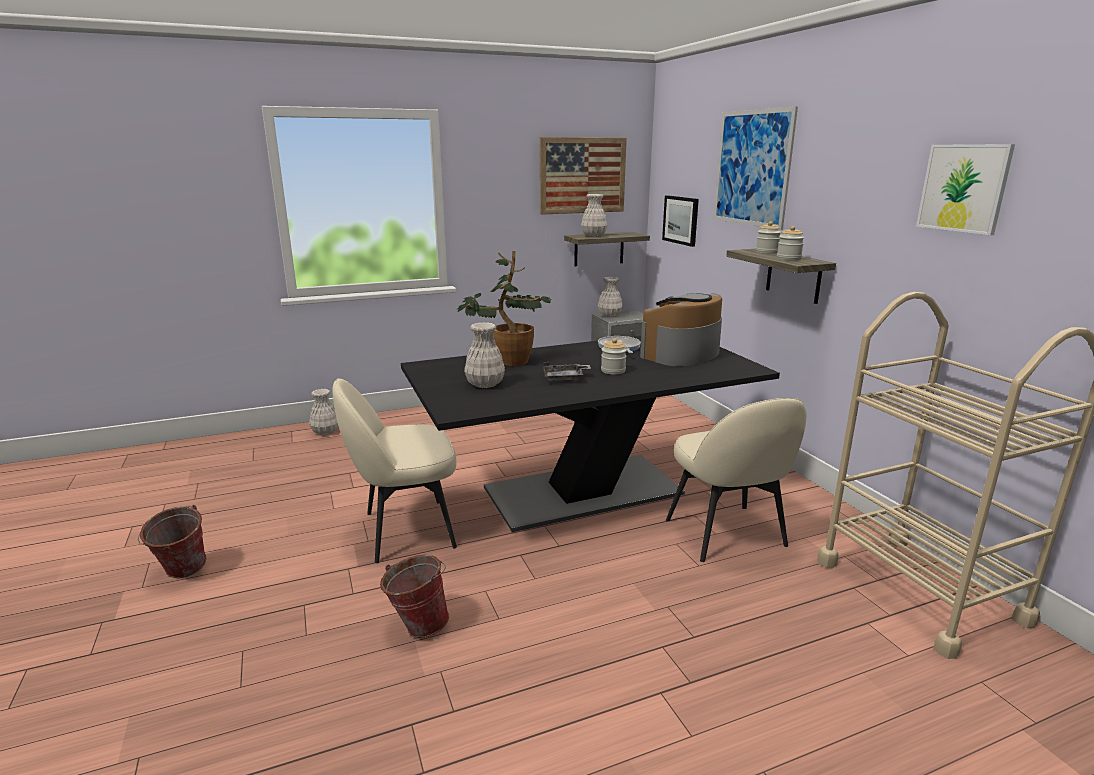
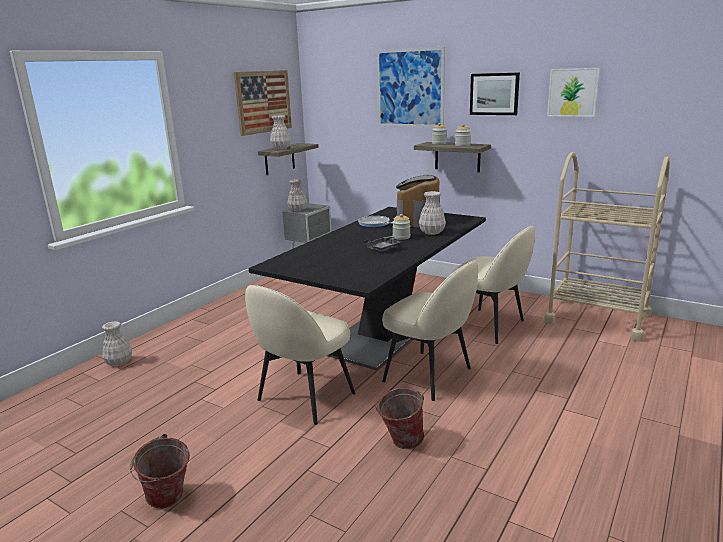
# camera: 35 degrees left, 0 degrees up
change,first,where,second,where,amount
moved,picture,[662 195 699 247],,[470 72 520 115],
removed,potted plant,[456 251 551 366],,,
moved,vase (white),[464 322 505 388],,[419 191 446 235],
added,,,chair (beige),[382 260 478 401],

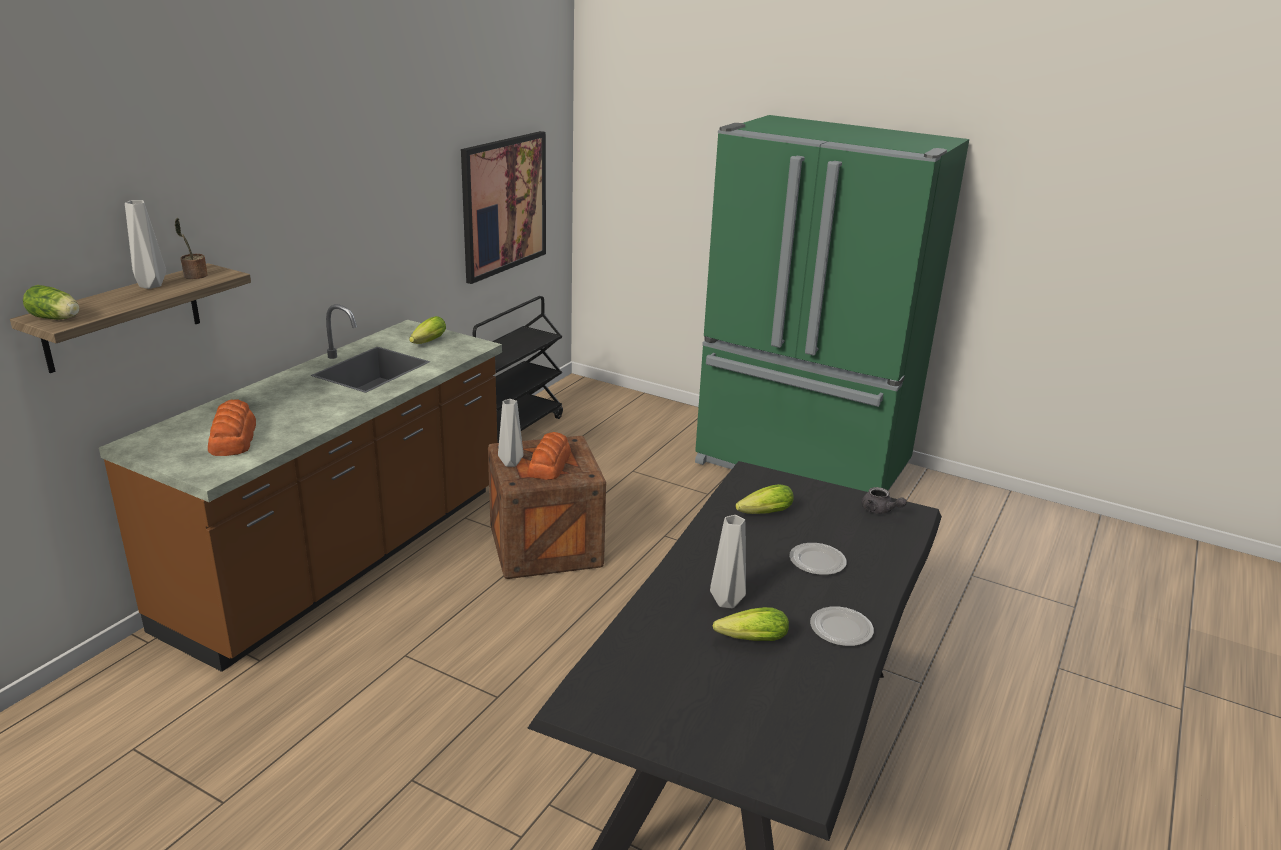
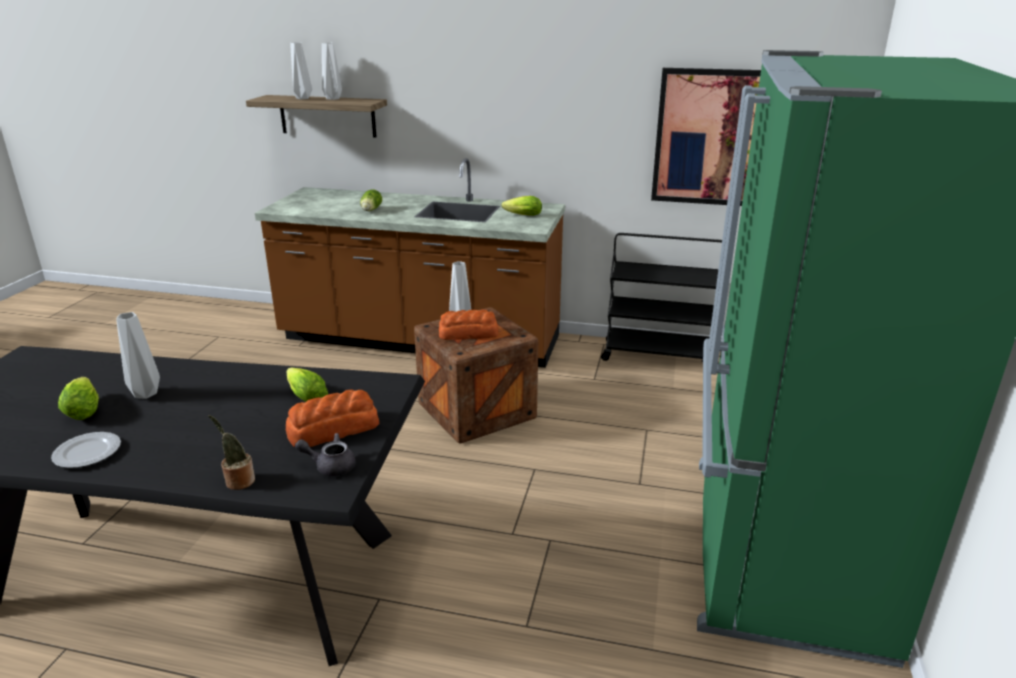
# camera: 75 degrees right, 0 degrees up
change,first,where,second,where,amount
moved,potted plant,[175 218 208 279],,[208 415 255 490],
moved,lettuce,[23 285 79 320],,[360 189 382 211],
moved,bread,[208 400 256 456],,[286 389 379 447],
turned,teapot (grey),[862 487 907 514],,[295 433 356 476],60 degrees clockwise
removed,plate,[789 543 847 575],,,
added,,,vase (grey),[290 42 312 99],

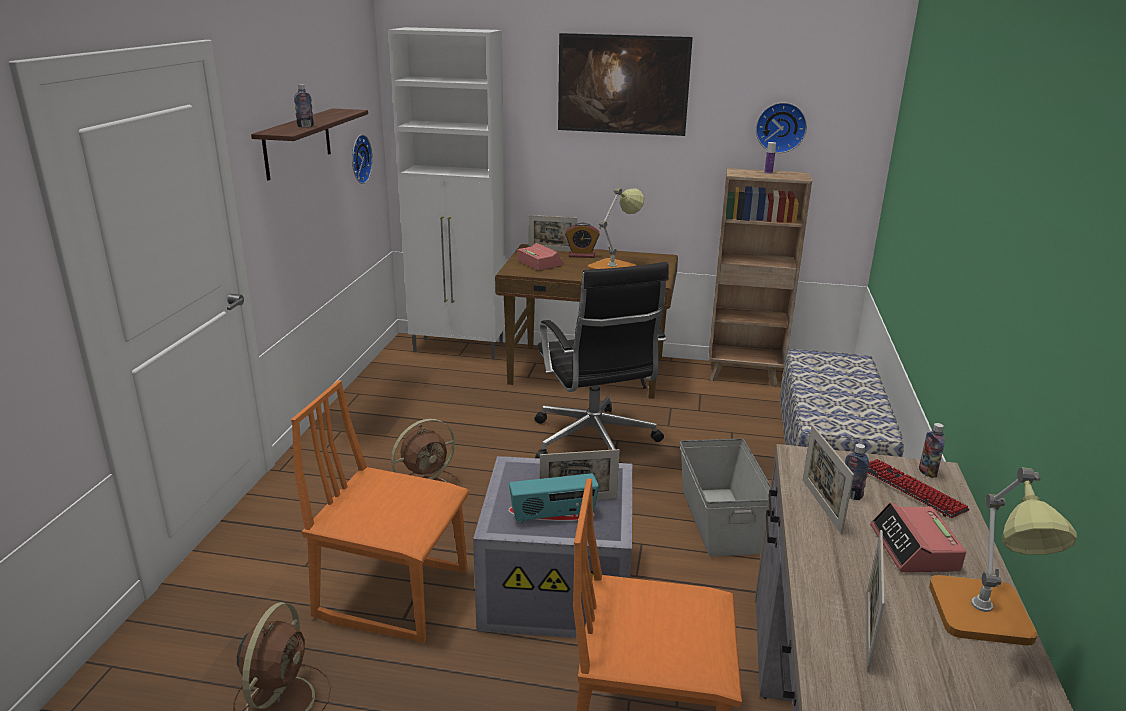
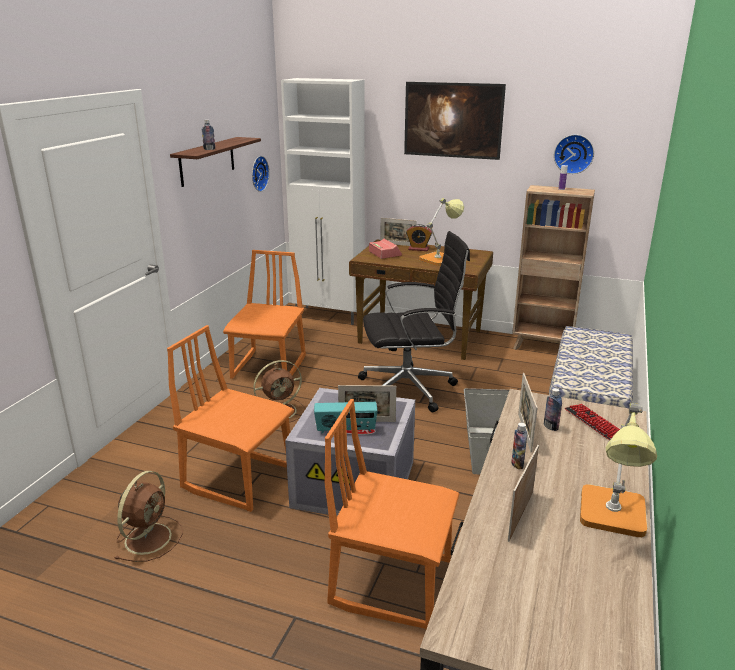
# camera: 10 degrees right, 0 degrees up
change,first,where,second,where,amount
turned,office chair (black),[535 262 669 463],,[358 231 470 412],90 degrees counterclockwise
moved,bottle,[919 423 945 478],,[511 423 527 469],
removed,alarm clock,[870 502 966 572],,,
added,,,chair (orange),[223 250 306 379],

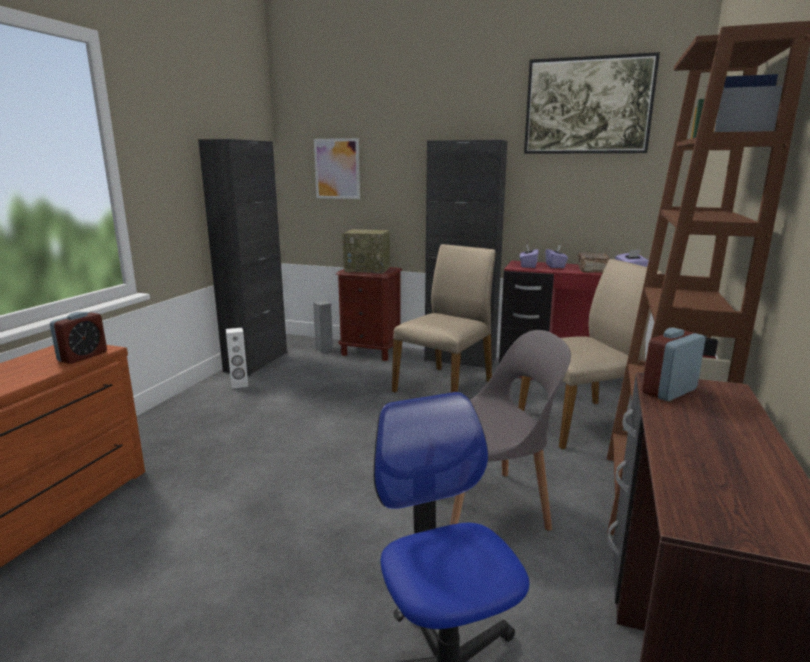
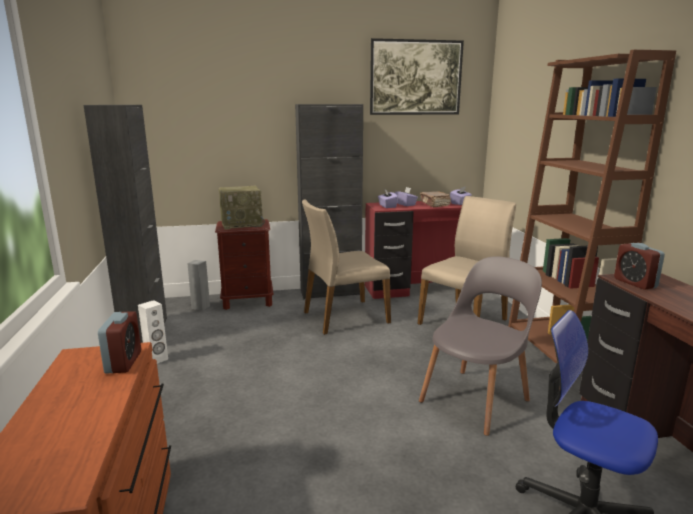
# camera: 30 degrees left, 0 degrees up
change,first,where,second,where,amount
removed,picture,[314 138 360 199],,,
turned,chair (beige),[392 244 496 392],,[302 199 391 335],120 degrees counterclockwise
turned,alarm clock,[642 328 706 401],,[614 243 665 290],45 degrees counterclockwise

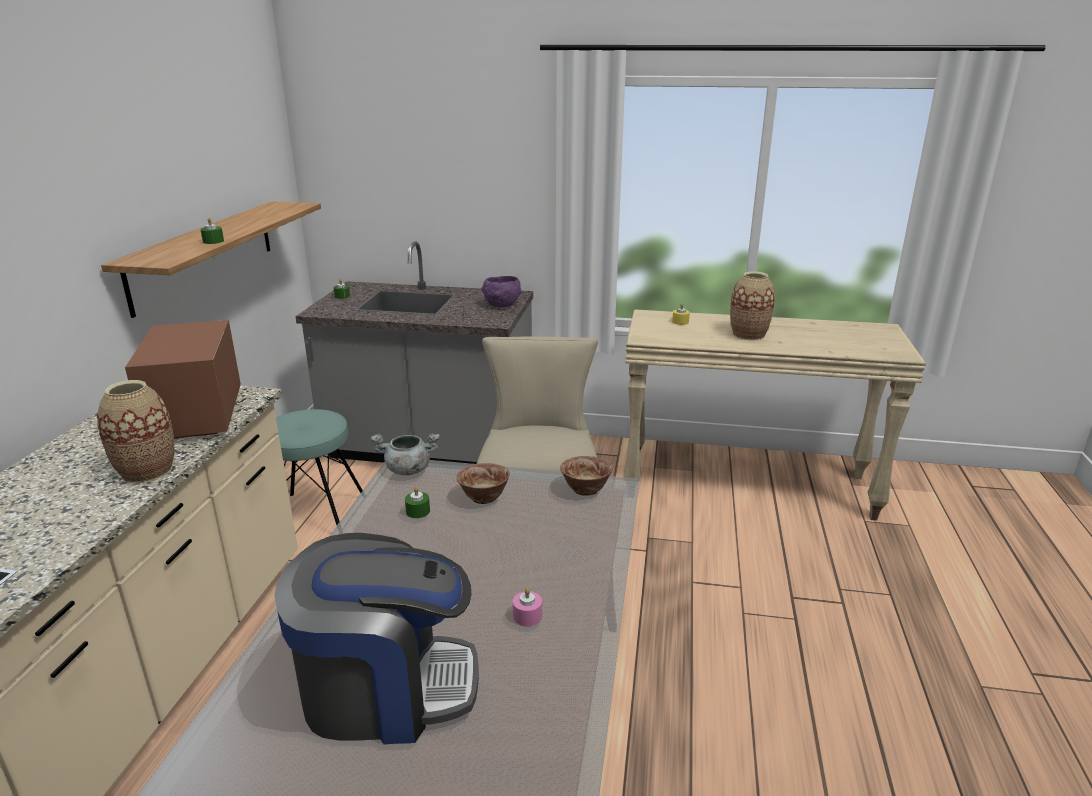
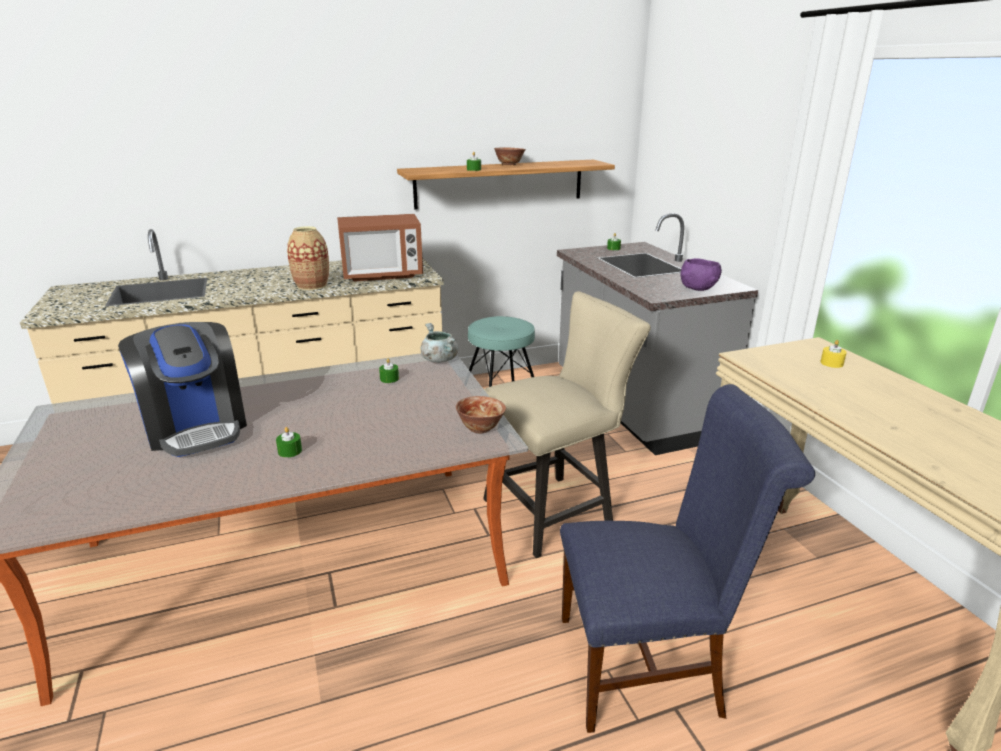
# camera: 60 degrees right, 0 degrees up
change,first,where,second,where,amount
removed,vase,[730 271 775 340],,,
turned,microwave,[125 320 241 438],,[337 214 423 282],150 degrees counterclockwise
moved,bowl,[456 463 509 504],,[494 147 526 165],
recoloured,candle (pink),[513 588 542 626],candle (green),[276 427 302 457],
added,,,chair (blue),[560 384 815 733],

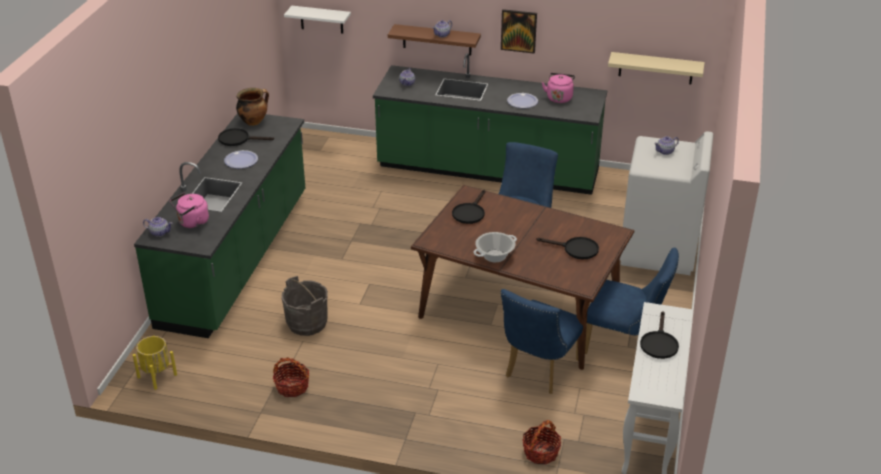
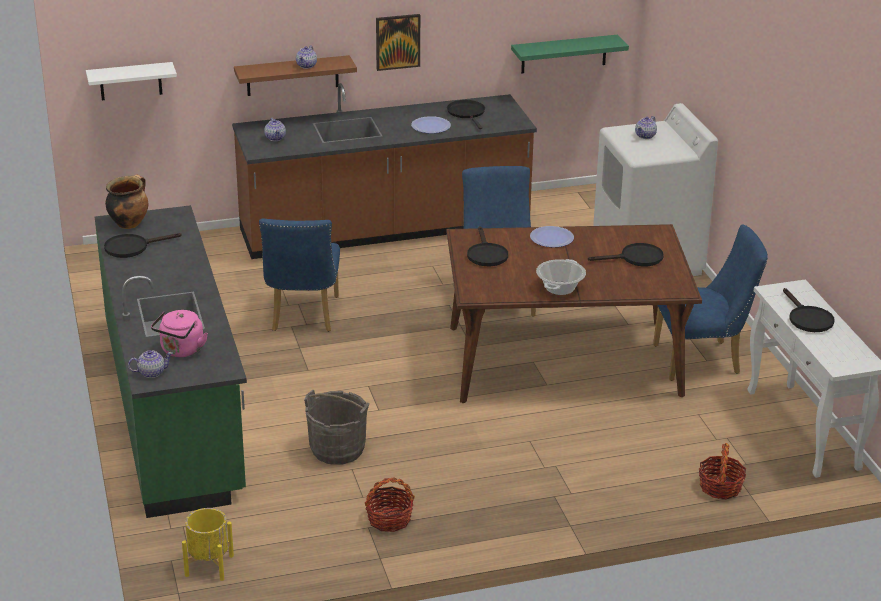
# camera: 30 degrees left, 5 degrees down
change,first,where,second,where,amount
recoloured,shelf (beige),[608 52 705 84],shelf (green),[511 35 629 73],
recoloured,counter (green),[373 53 607 195],counter (brown),[232 83 537 259],
replaced,kettle (pink),[542 73 575 103],frying pan (black),[447 100 485 129],
moved,plate,[224 150 258 168],,[530 226 574 247],
moved,chair (blue),[501 289 583 394],,[259 219 340 332],

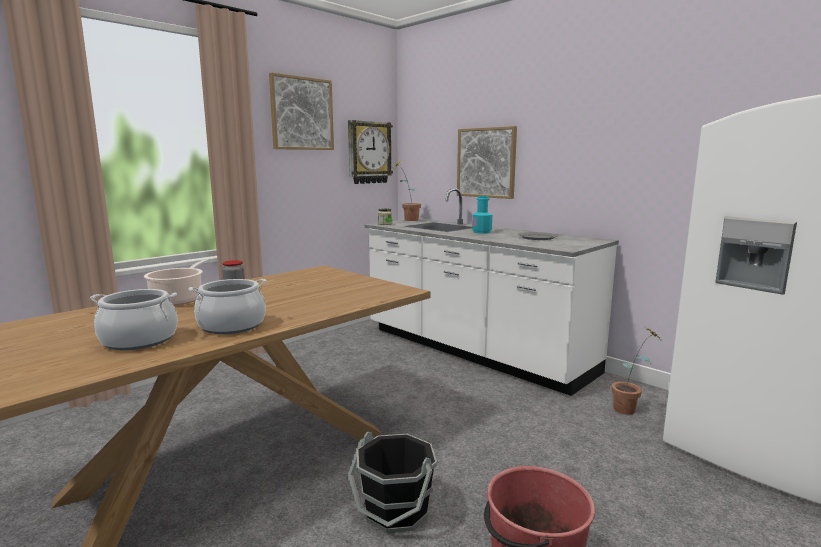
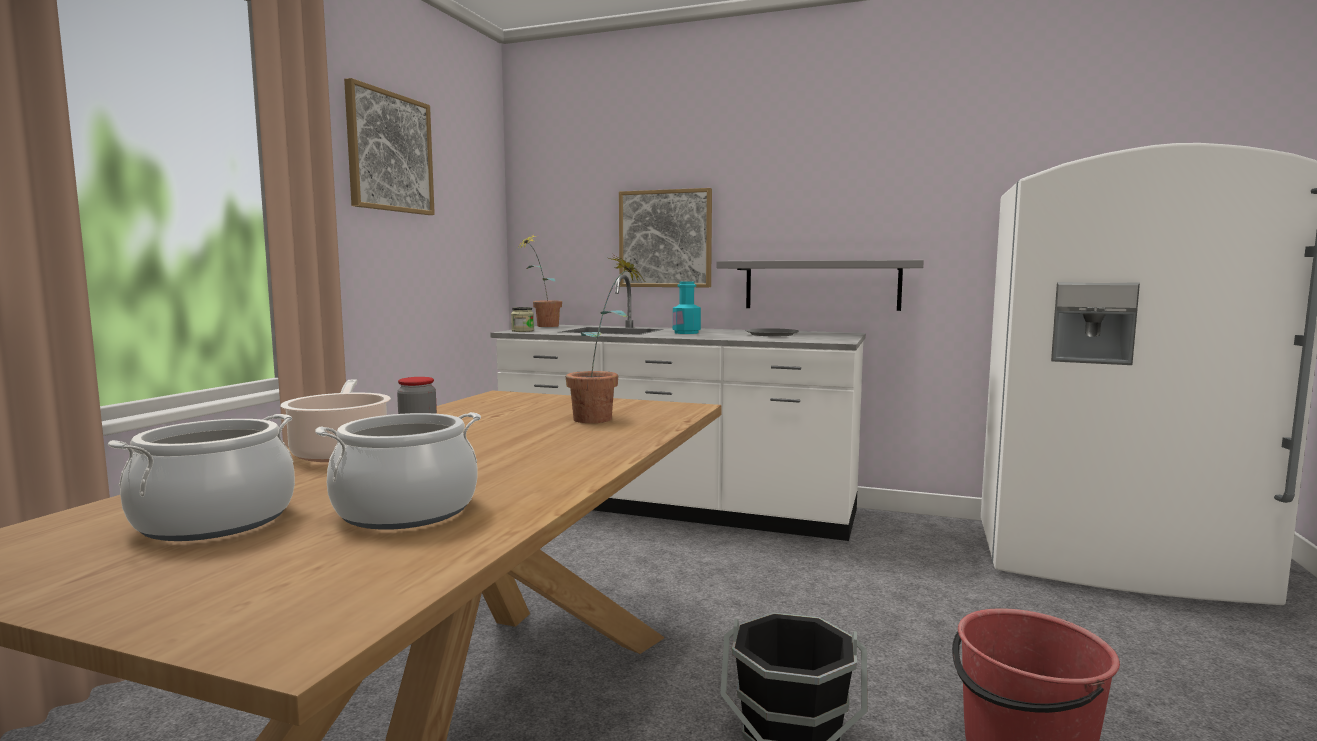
# camera: 25 degrees left, 5 degrees down
change,first,where,second,where,amount
removed,wall clock,[348 120 393 184],,,
moved,cooking pot,[189 279 267 334],,[108 414 295 541],
moved,potted plant,[611 326 661 415],,[566 253 643 423],
added,,,shelf (grey),[716 260 924 311],

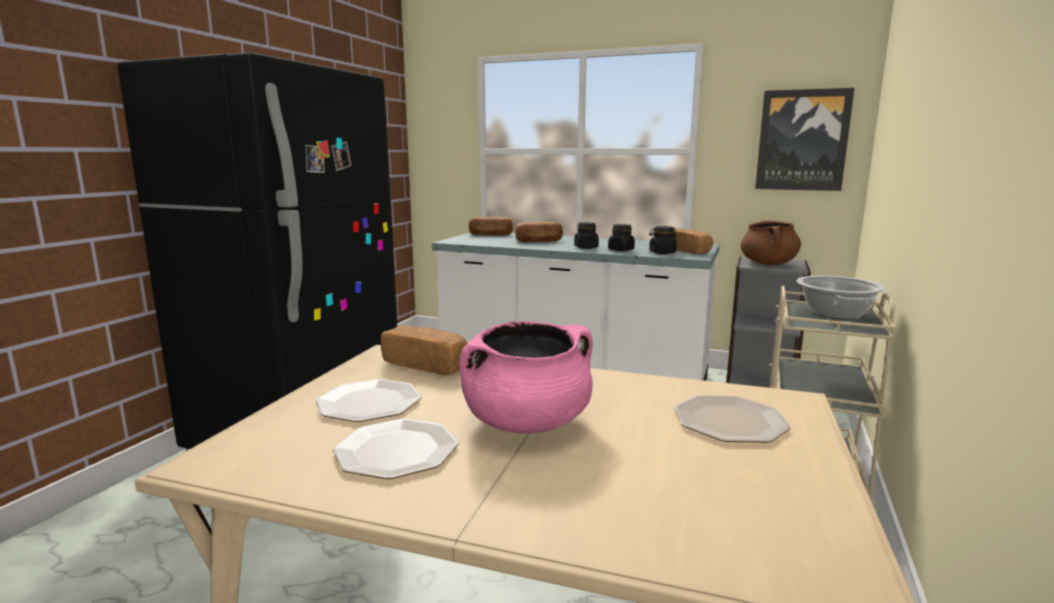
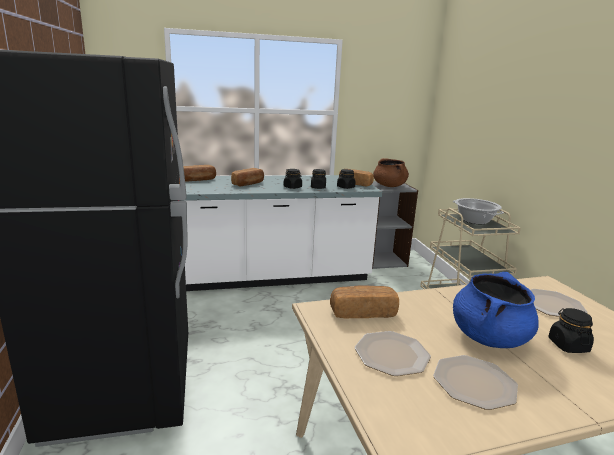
# camera: 35 degrees left, 5 degrees up
change,first,where,second,where,amount
removed,picture,[755 88 854 191],,,
recoloured,cooking pot (pink),[459 321 593 433],cooking pot (blue),[453 272 539 348],
added,,,jar (black),[548 308 594 353],

